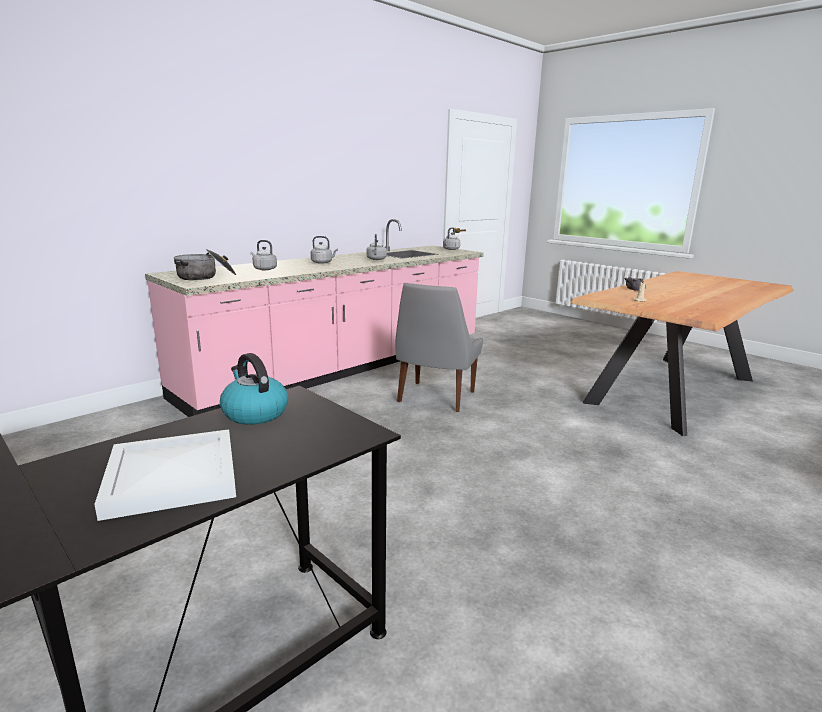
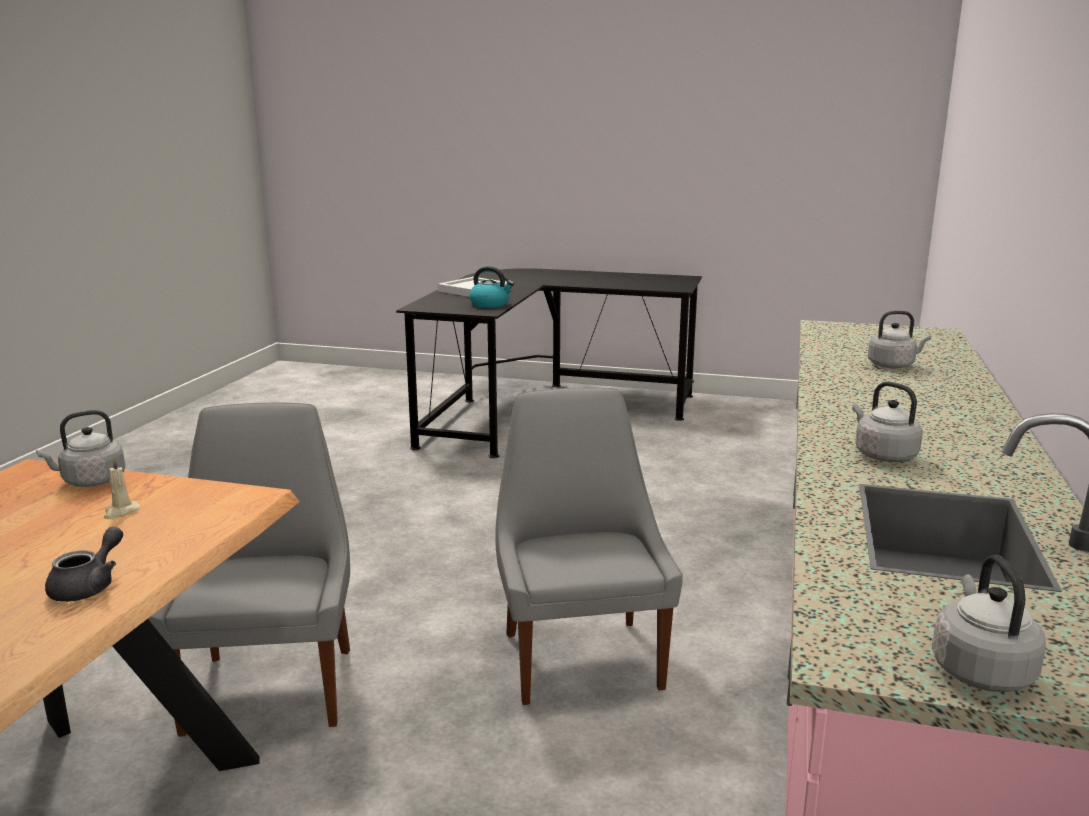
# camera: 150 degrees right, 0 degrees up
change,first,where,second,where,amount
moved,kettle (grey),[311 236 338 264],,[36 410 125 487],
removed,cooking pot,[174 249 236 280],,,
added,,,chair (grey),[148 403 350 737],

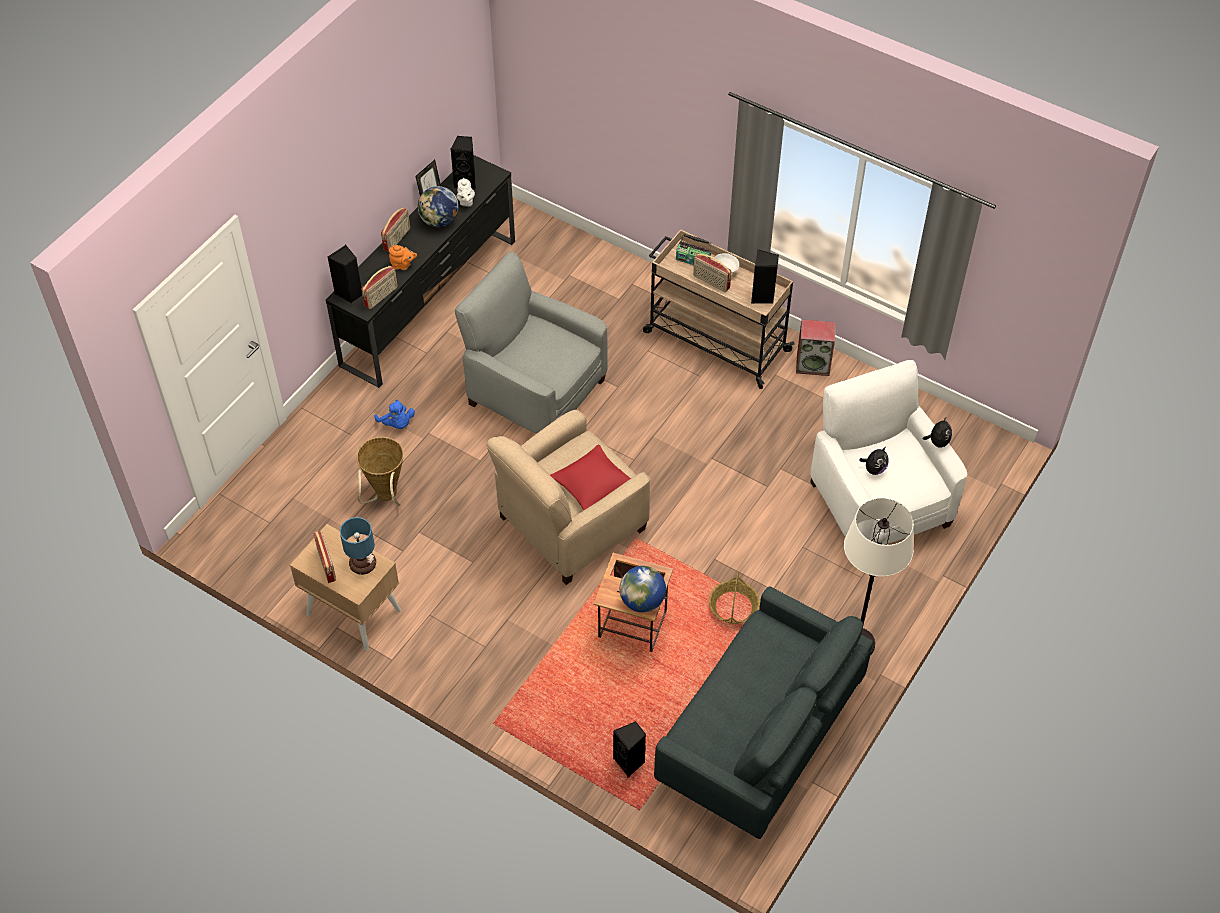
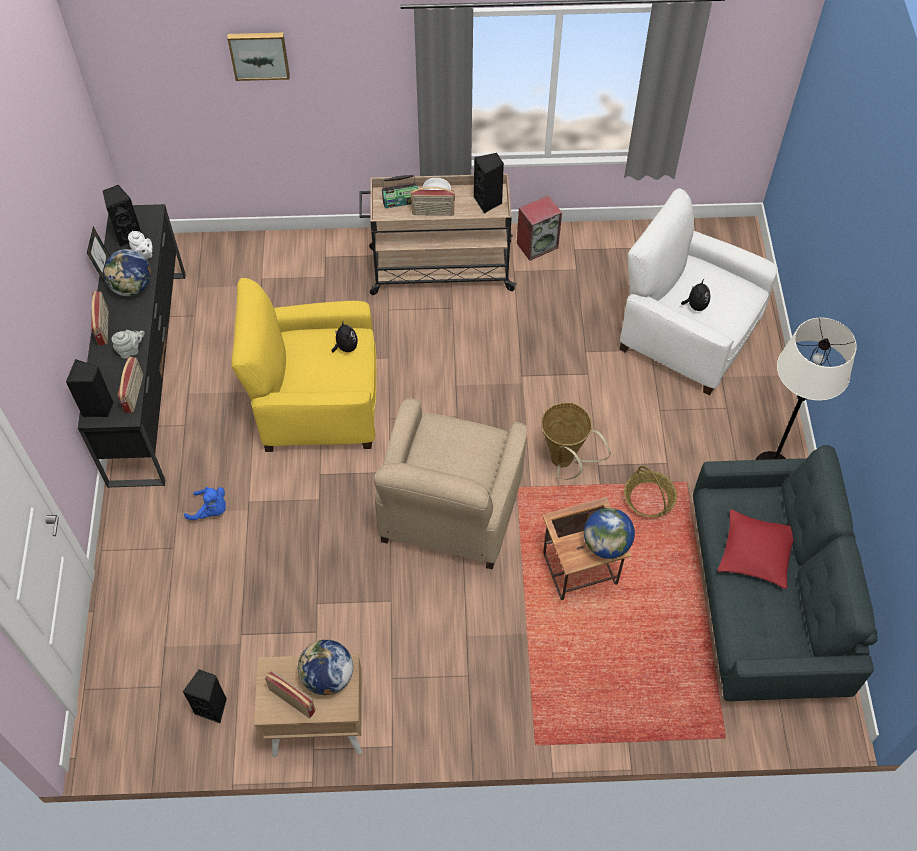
# camera: 35 degrees left, 5 degrees up
change,first,where,second,where,amount
recoloured,teapot (orange),[389 245 417 270],teapot (grey),[111 330 145 359],
recoloured,armchair (grey),[455 251 608 434],armchair (yellow),[232 278 376 452],
moved,plush toy,[923 416 952 448],,[332 322 358 352],
moved,basket,[356 437 404 506],,[541 402 611 480],
moved,pillow (red),[550 444 631 511],,[717 509 793 589],
replaced,table lamp,[340 517 376 575],globe,[298 640 353 695],
moved,speaker (black),[613 721 646 777],,[183 669 227 723],
added,,,picture,[227 33 290 81],

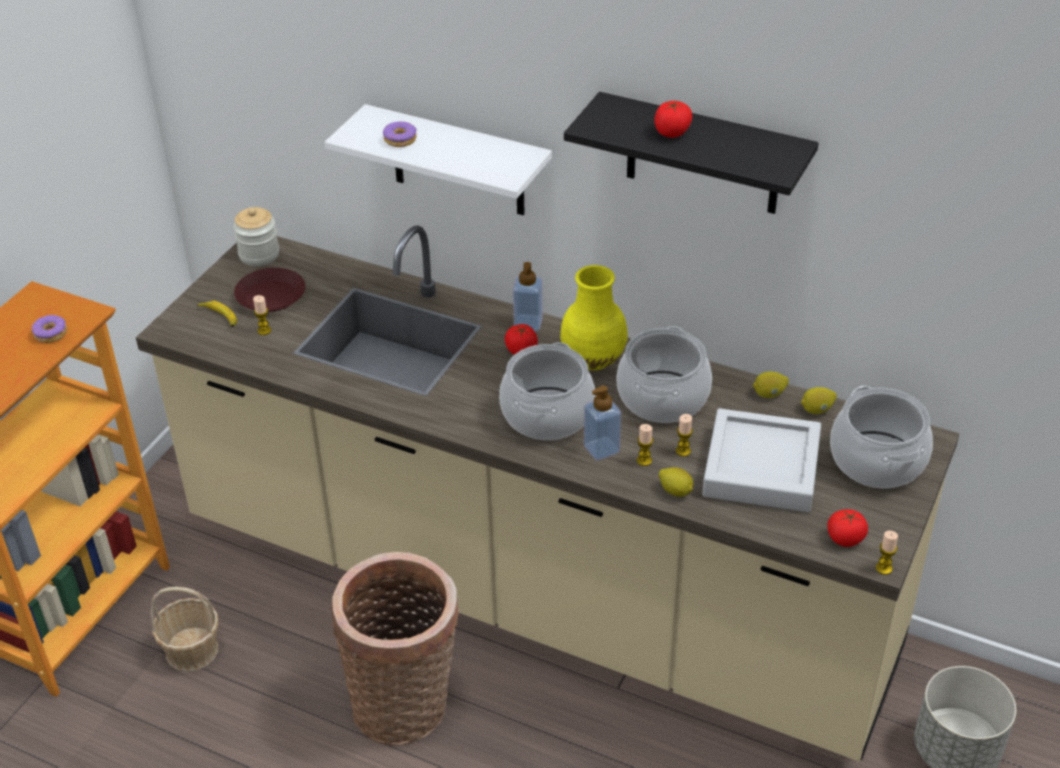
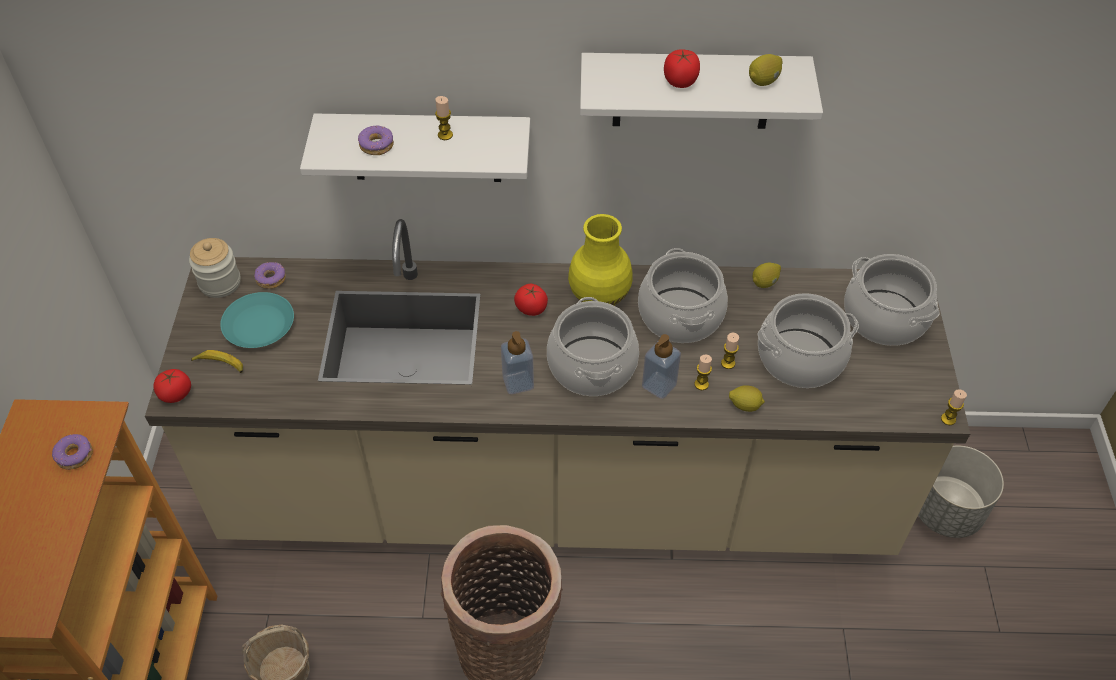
# camera: 25 degrees left, 10 degrees up
change,first,where,second,where,amount
recoloured,shelf (black),[564 92 819 214],shelf (white),[580 53 823 129],
moved,soap dispenser,[513 262 543 331],,[501 331 534 394],
recoloured,plate (brown),[234 268 305 312],plate (turquoise),[220 292 294 348],
moved,candle,[253 295 271 335],,[435 96 453 140],
moved,lemon,[801 387 837 414],,[749 54 783 86],
replaced,tray (grey),[702 408 821 512],cooking pot,[758 293 859 388],
moved,tomato,[827 509 868 547],,[153 369 191 403],
added,,,donut,[254 262 286 289],

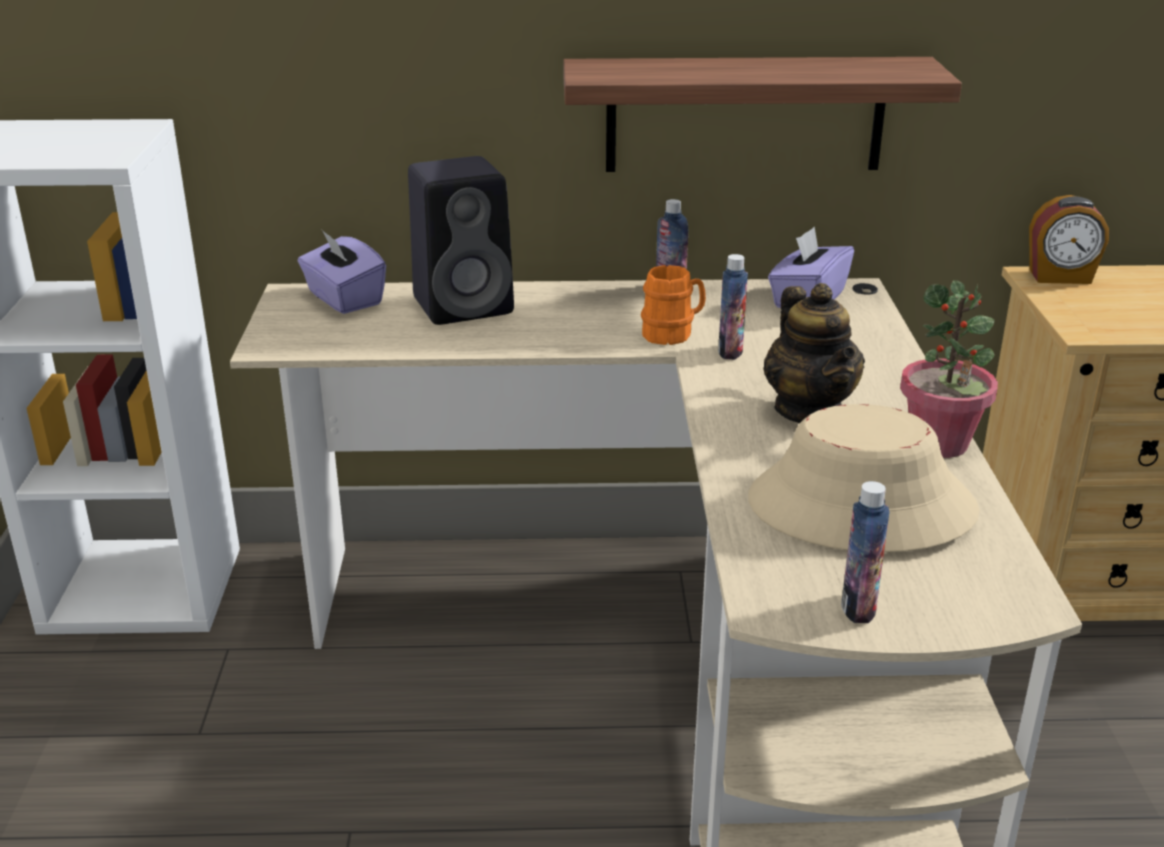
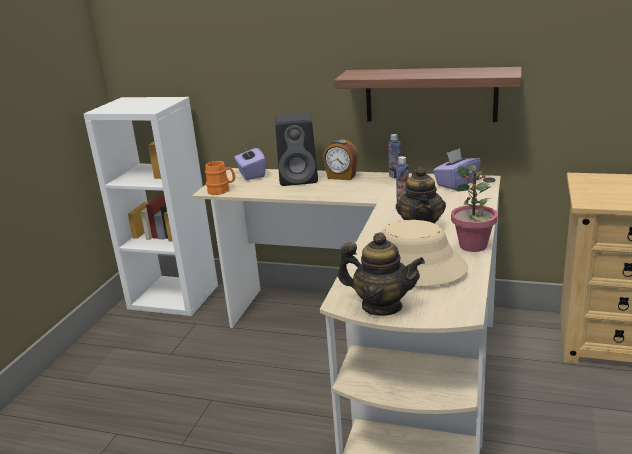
# camera: 20 degrees right, 5 degrees down
change,first,where,second,where,amount
moved,alarm clock,[1029 195 1109 284],,[323 139 358 180],
moved,mug (orange),[641 265 706 345],,[205 161 235 195],
replaced,bottle,[841 481 890 623],teapot,[338 232 425 316],

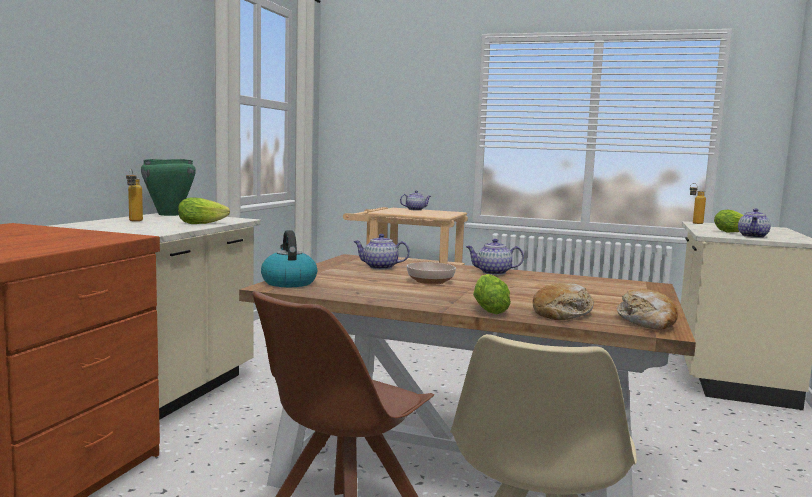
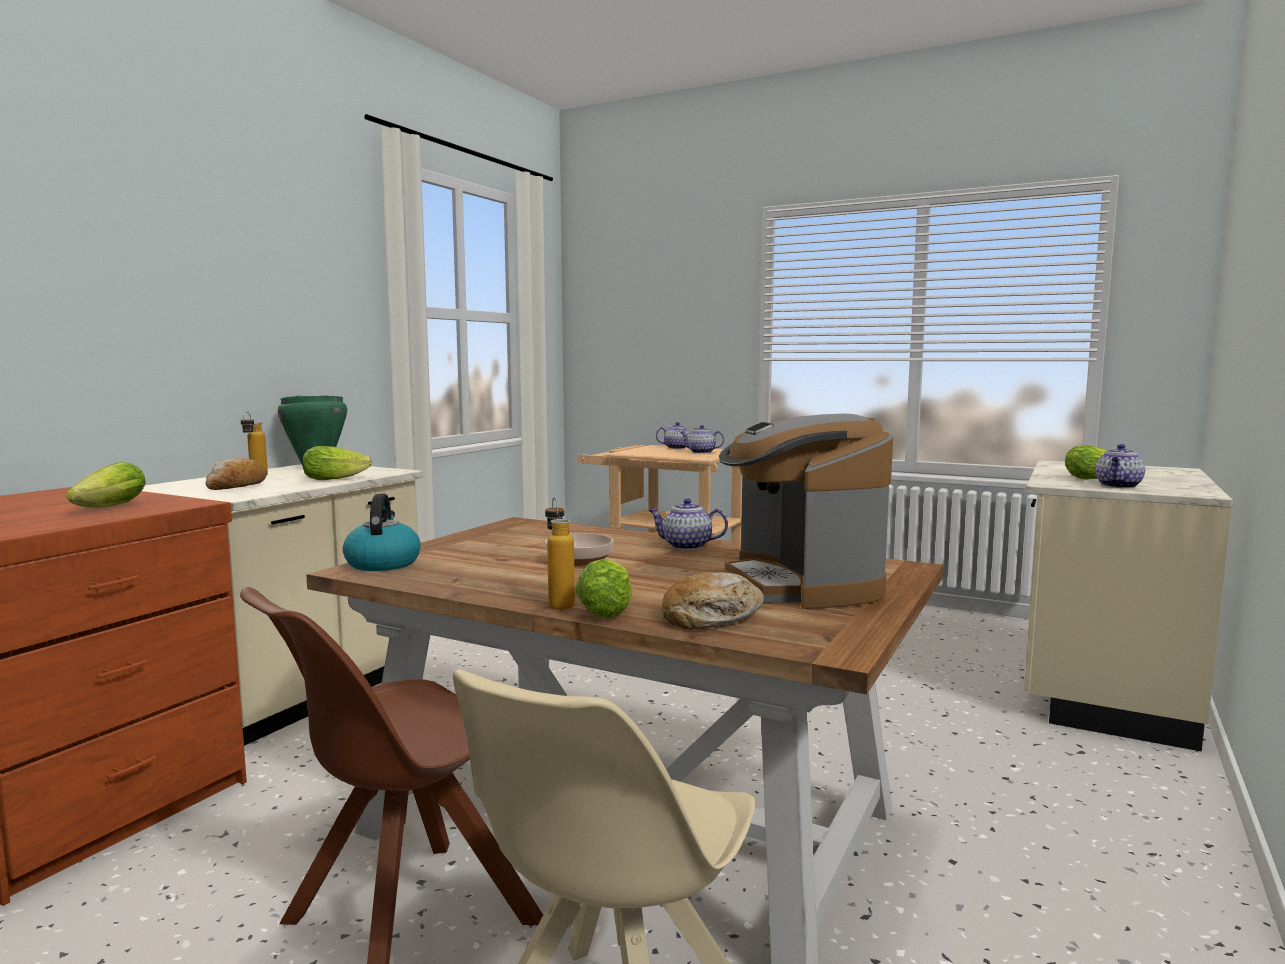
# camera: 10 degrees right, 0 degrees up
change,first,where,second,where,amount
moved,bottle,[690 183 706 224],,[545 497 575 610],
moved,teapot,[353 234 410 270],,[680 425 724 453],
moved,bread,[616 289 678 329],,[205 458 267 490],
added,,,coffee machine,[719 414 893 609],
added,,,lettuce,[66 462 146 508],

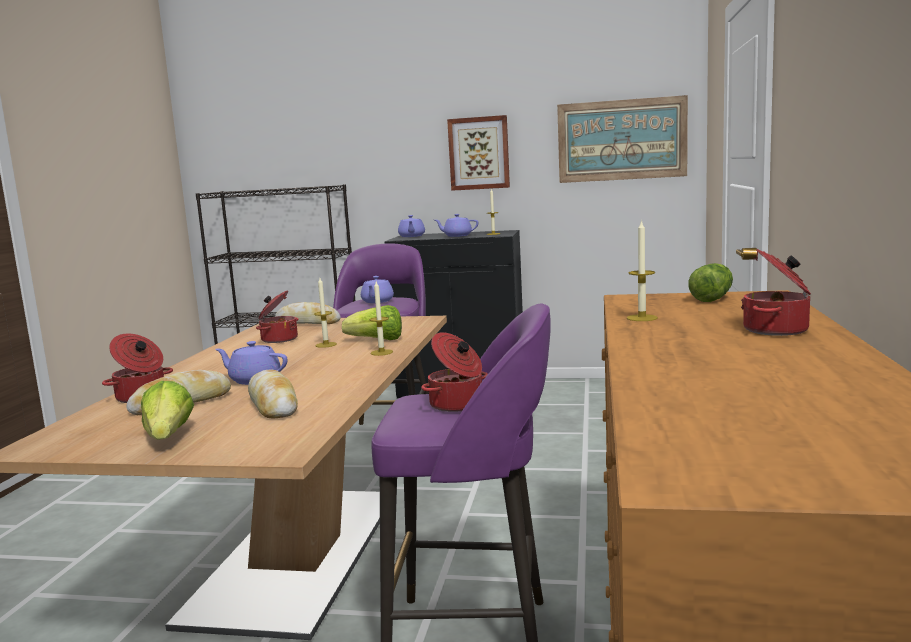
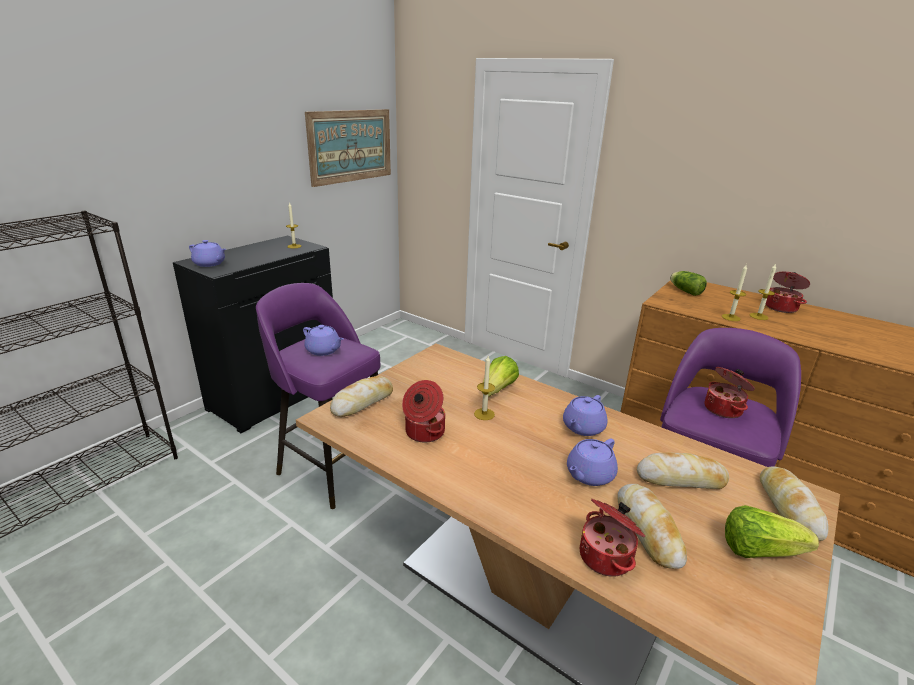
# camera: 65 degrees left, 15 degrees up
change,first,where,second,where,amount
removed,picture,[447 115 510 191],,,
moved,teapot (purple),[435 214 478 237],,[563 395 607 436],
moved,candle,[370 281 393 356],,[750 263 776 320],
added,,,bread,[760 466 828 541],

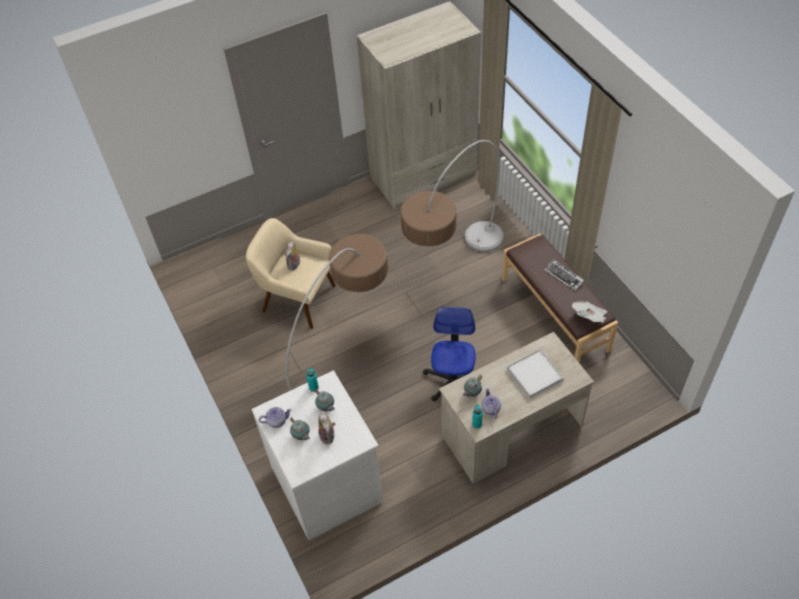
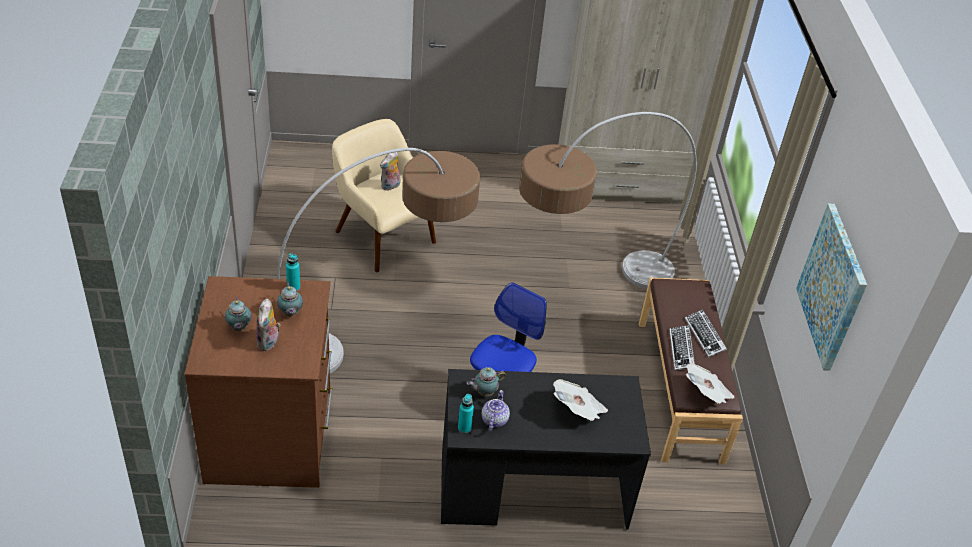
# camera: 20 degrees right, 10 degrees down
change,first,where,second,where,amount
recoloured,desk (beige),[439 332 594 484],desk (black),[441 369 651 529],
replaced,tray (white),[507 349 564 398],newspaper,[553 379 608 421],
recoloured,dresser (white),[252 370 383 540],dresser (brown),[184 276 333 488],
removed,teapot,[259 407 292 428],,,
added,,,picture,[796 204 867 371],
added,,,keyboard,[669 325 695 371],

